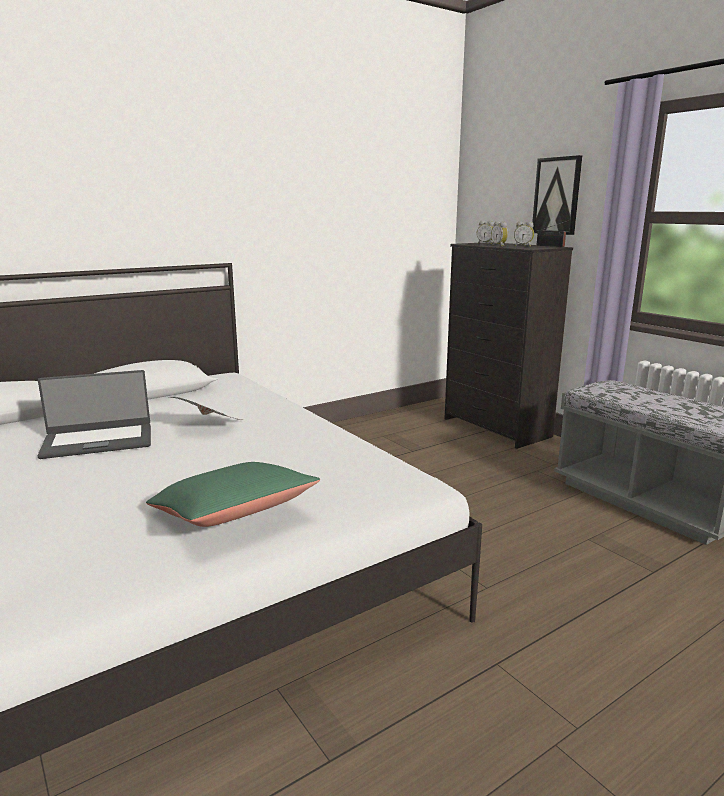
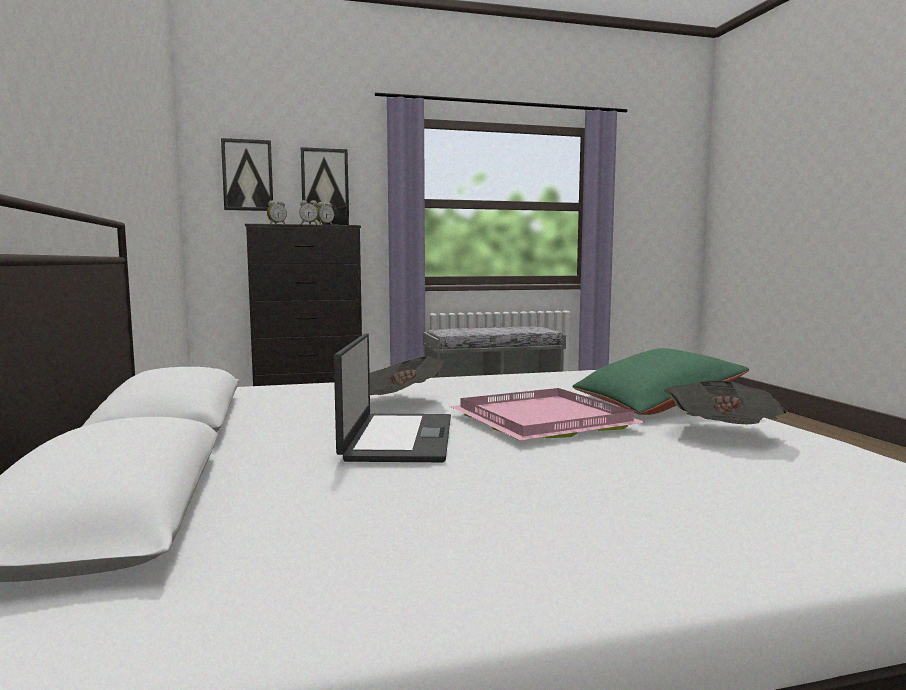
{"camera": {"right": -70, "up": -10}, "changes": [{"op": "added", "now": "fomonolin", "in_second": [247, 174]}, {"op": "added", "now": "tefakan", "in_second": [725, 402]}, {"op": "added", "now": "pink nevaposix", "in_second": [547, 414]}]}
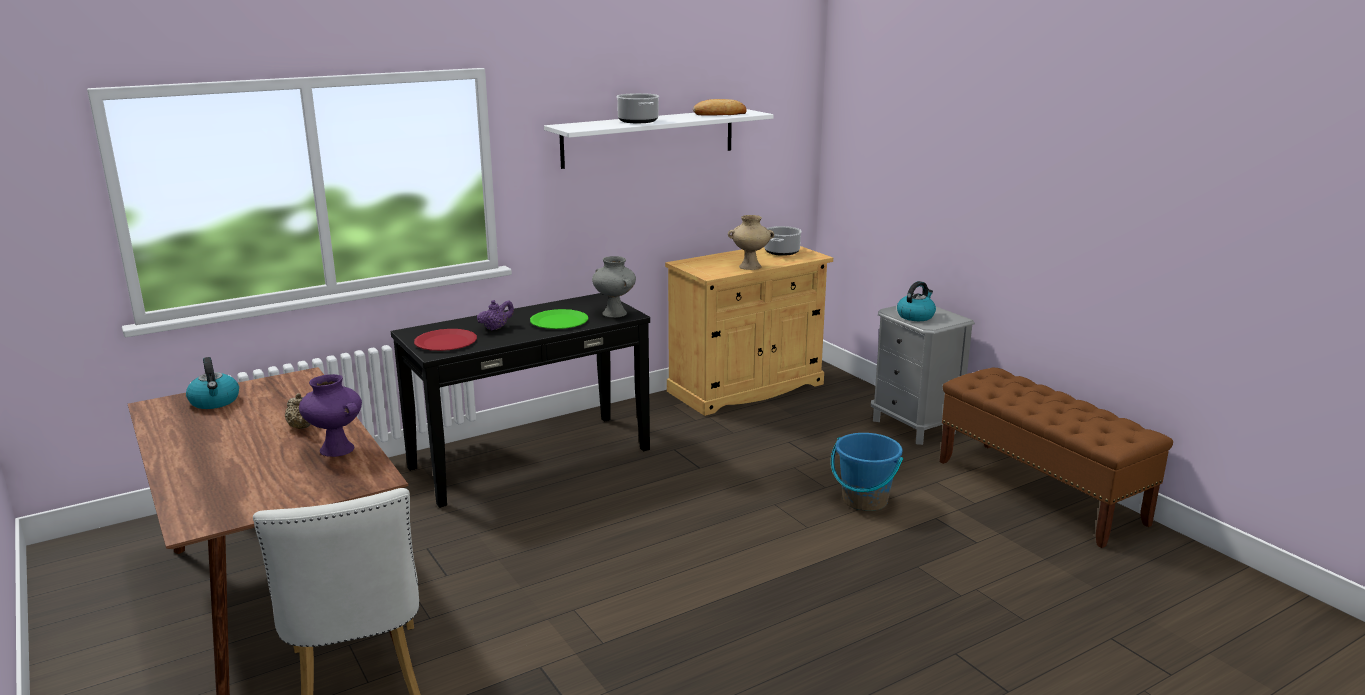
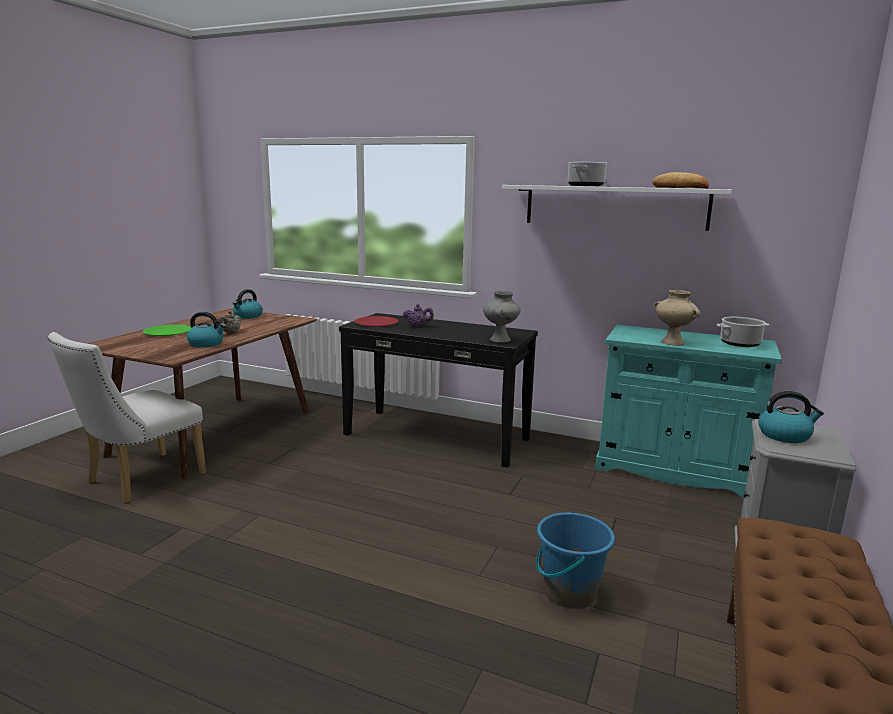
{"camera": {"right": 55, "up": -5}, "changes": [{"op": "recoloured", "was": "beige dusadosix", "now": "turquoise dusadosix", "in_first": [749, 331], "in_second": [688, 411]}, {"op": "moved", "was": "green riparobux", "in_first": [559, 319], "in_second": [167, 330]}, {"op": "replaced", "was": "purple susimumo", "now": "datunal", "in_first": [330, 415], "in_second": [206, 329]}]}
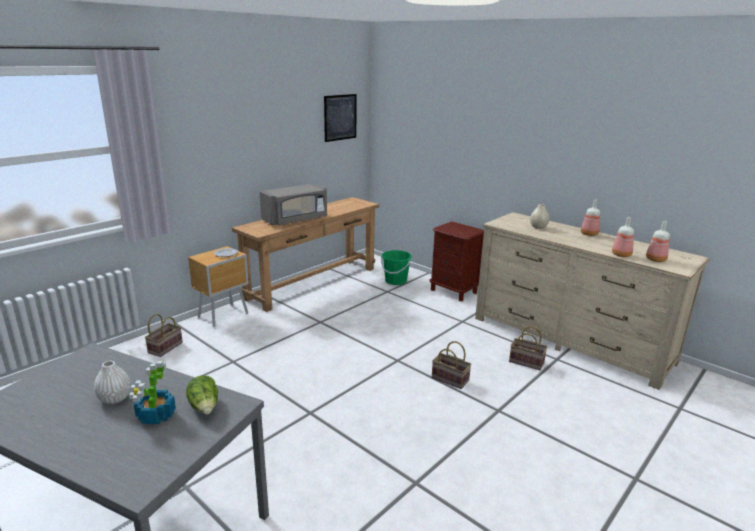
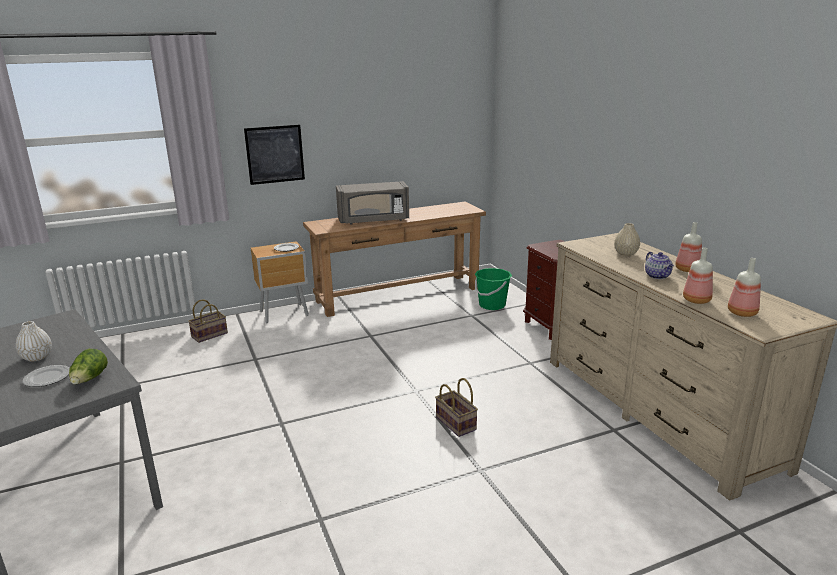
{"camera": {"right": 25, "up": 0}, "changes": [{"op": "moved", "was": "fomonolin", "in_first": [340, 118], "in_second": [274, 155]}, {"op": "removed", "was": "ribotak", "in_first": [528, 348]}, {"op": "replaced", "was": "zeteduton", "now": "riparobux", "in_first": [152, 392], "in_second": [46, 376]}, {"op": "added", "now": "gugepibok", "in_second": [659, 265]}]}
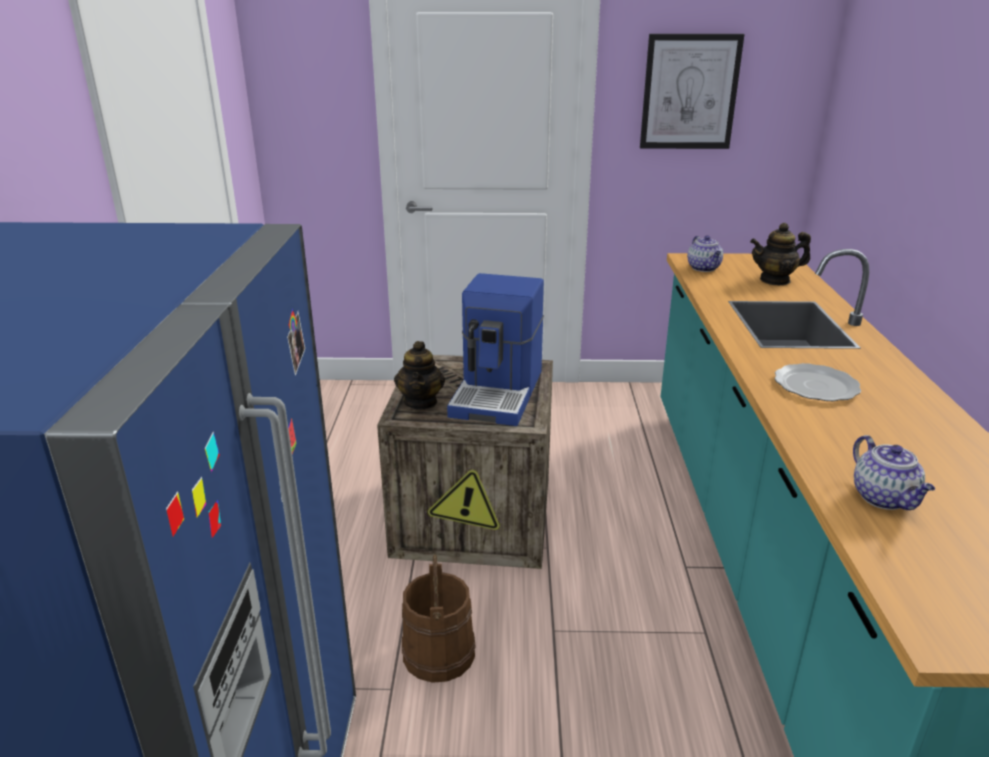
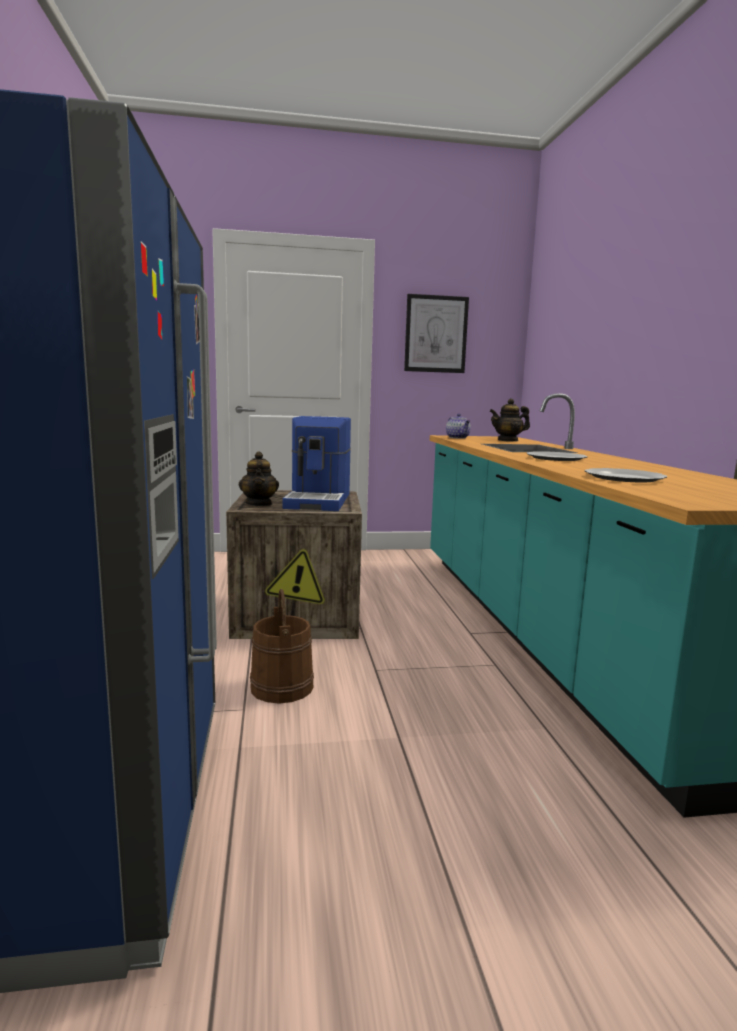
{"camera": {"right": -10, "up": -15}, "changes": [{"op": "replaced", "was": "gugepibok", "now": "riparobux", "in_first": [894, 472], "in_second": [626, 475]}]}
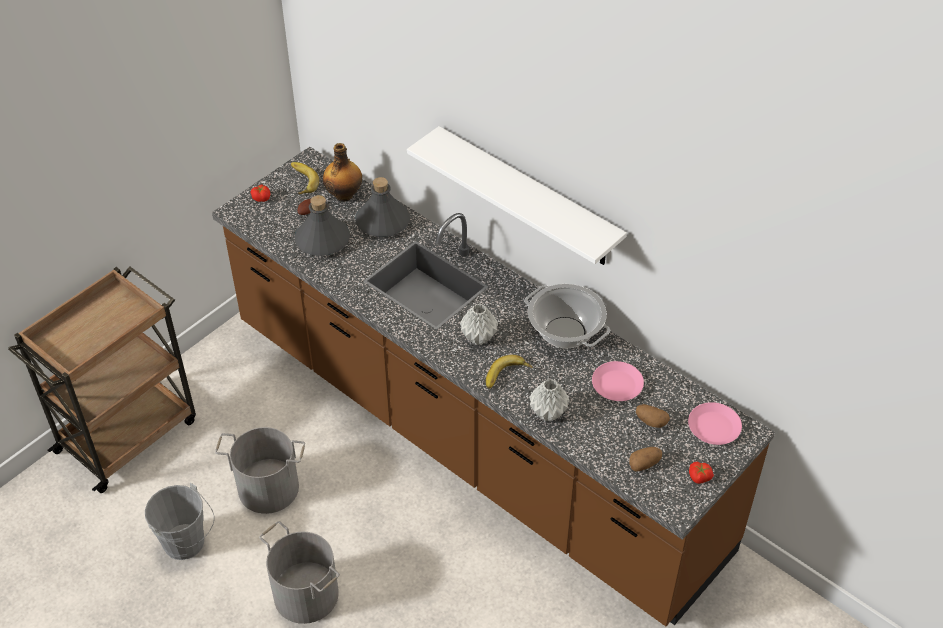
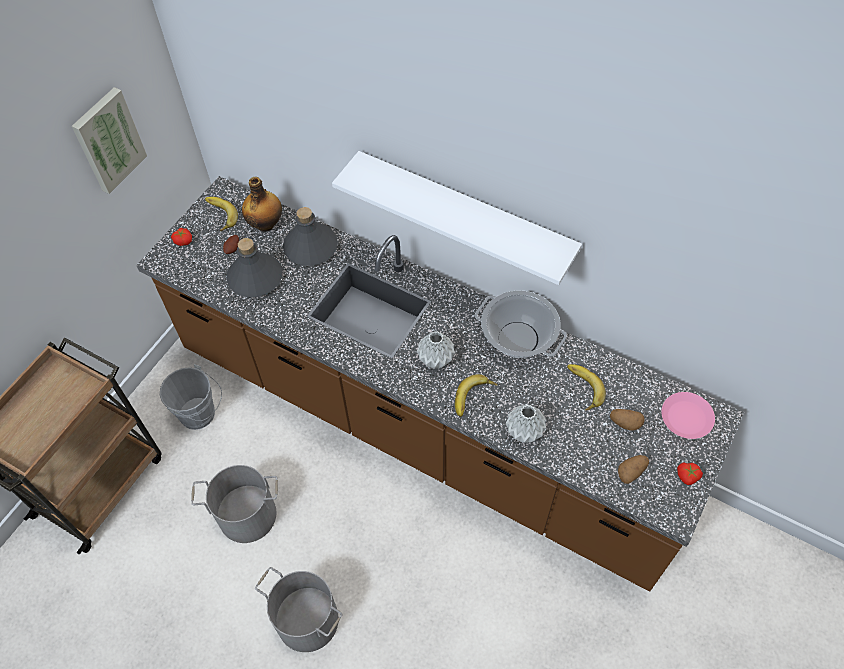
{"camera": {"right": -10, "up": 10}, "changes": [{"op": "replaced", "was": "pink riparobux", "now": "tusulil", "in_first": [618, 381], "in_second": [586, 387]}, {"op": "moved", "was": "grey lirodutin", "in_first": [180, 521], "in_second": [191, 397]}, {"op": "added", "now": "fomonolin", "in_second": [109, 140]}]}
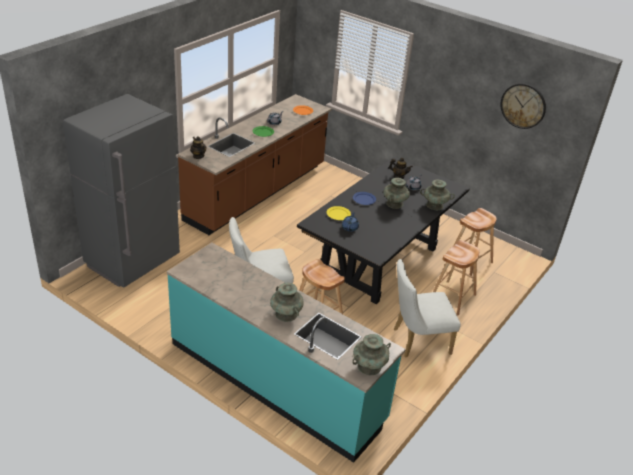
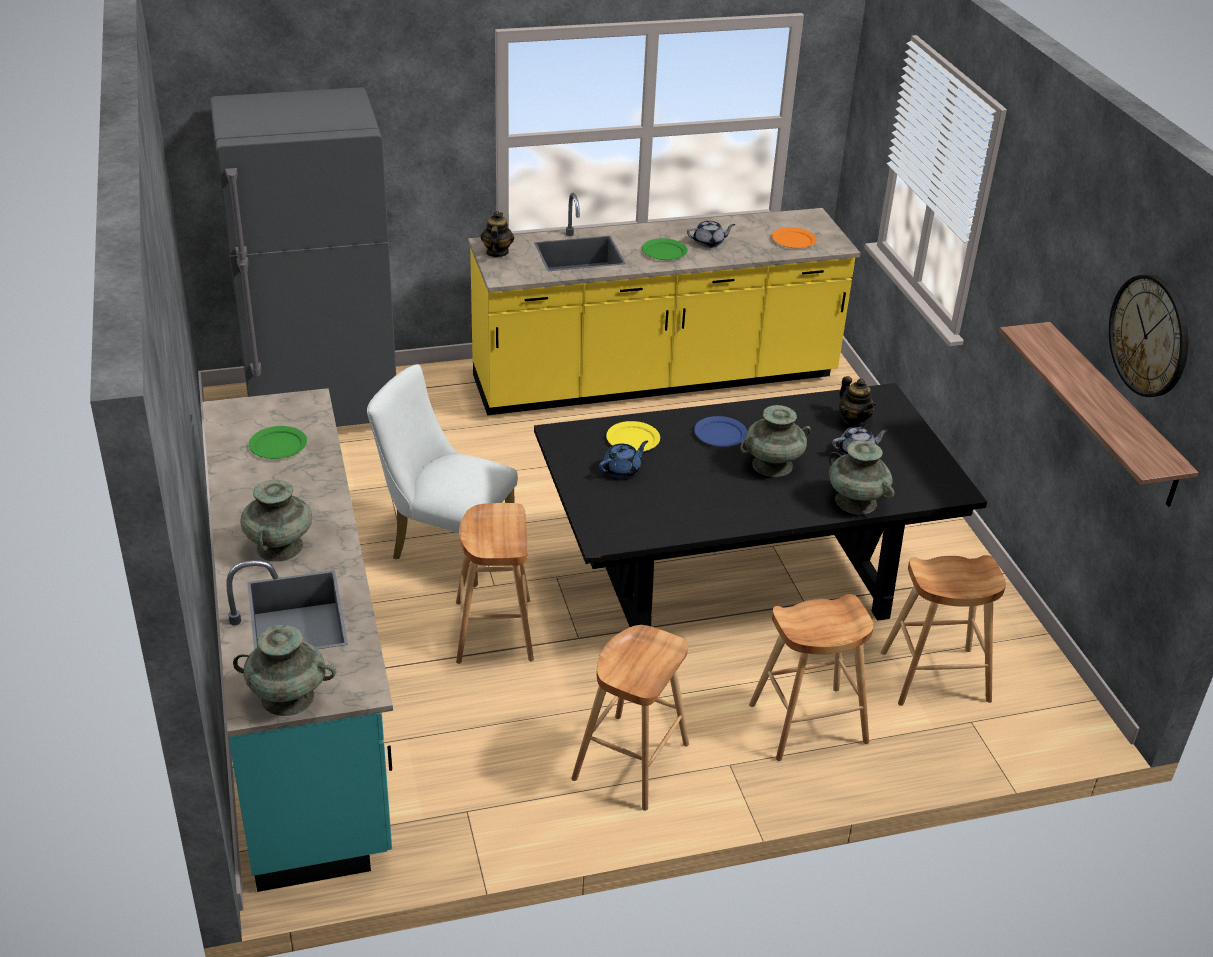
{"camera": {"right": 40, "up": 0}, "changes": [{"op": "recoloured", "was": "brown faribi", "now": "yellow faribi", "in_first": [254, 164], "in_second": [664, 304]}, {"op": "replaced", "was": "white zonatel", "now": "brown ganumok", "in_first": [427, 308], "in_second": [630, 718]}, {"op": "added", "now": "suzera", "in_second": [1098, 414]}, {"op": "added", "now": "green riparobux", "in_second": [278, 442]}]}
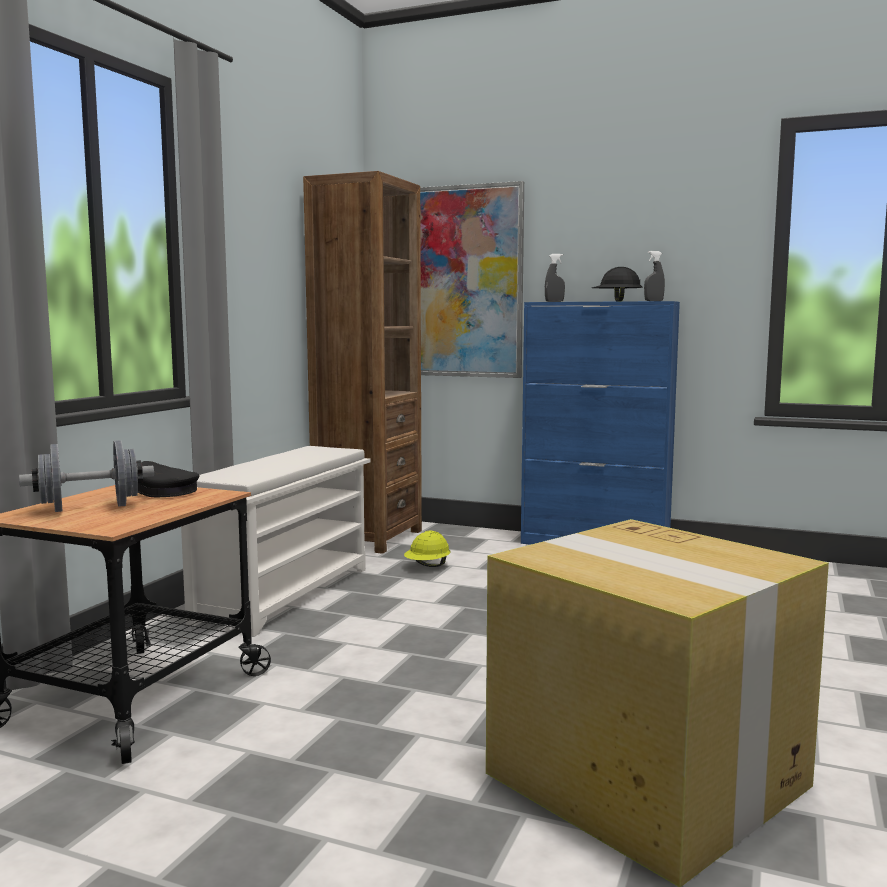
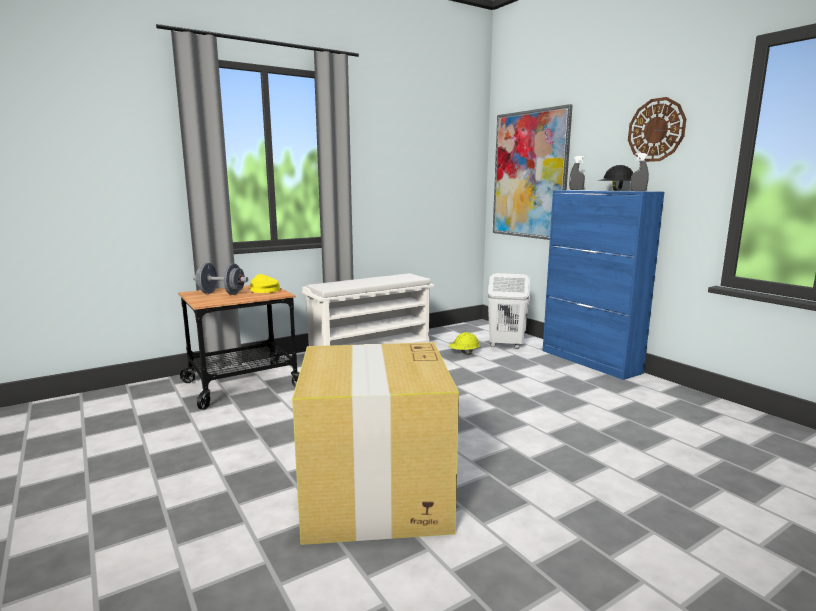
{"camera": {"right": 35, "up": 5}, "changes": [{"op": "removed", "was": "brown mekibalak", "in_first": [362, 362]}, {"op": "recoloured", "was": "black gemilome", "now": "yellow gemilome", "in_first": [169, 479], "in_second": [264, 283]}, {"op": "added", "now": "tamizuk", "in_second": [657, 129]}, {"op": "added", "now": "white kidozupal", "in_second": [508, 311]}]}
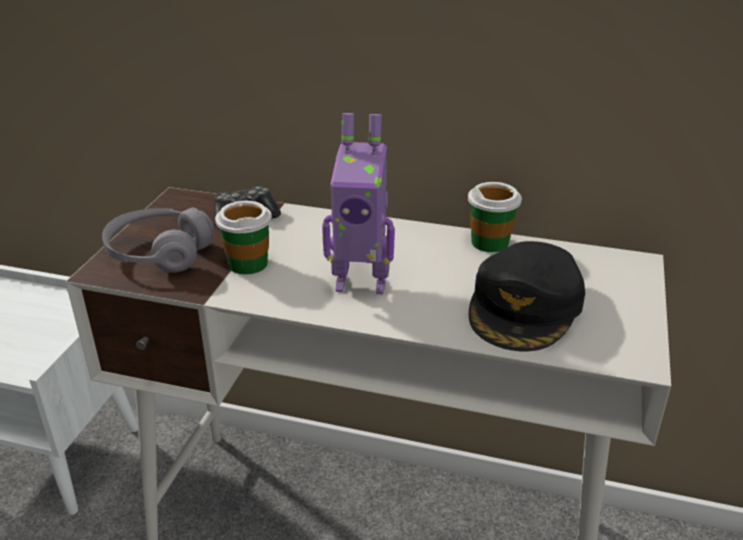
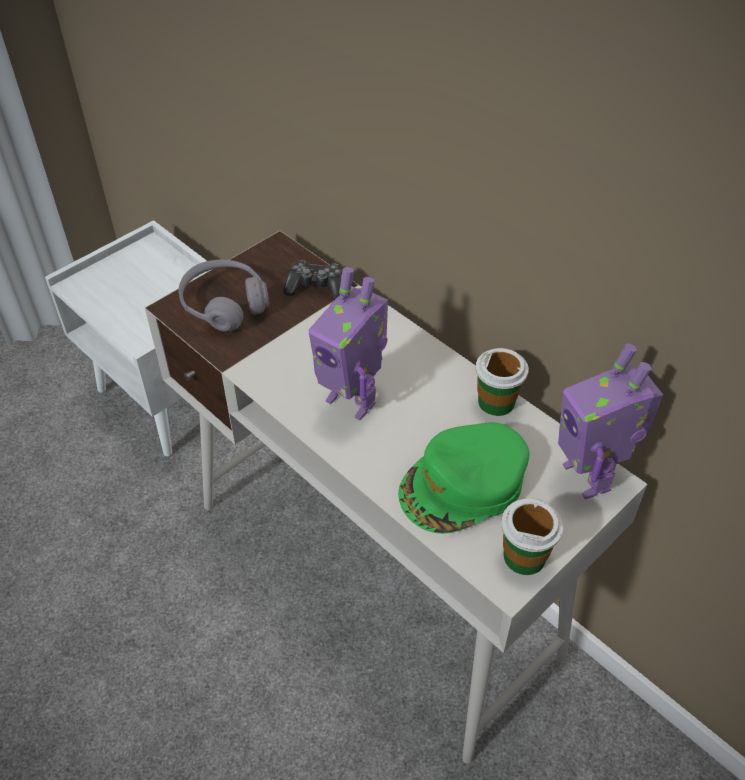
{"camera": {"right": 30, "up": 15}, "changes": [{"op": "moved", "was": "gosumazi", "in_first": [243, 238], "in_second": [532, 537]}, {"op": "recoloured", "was": "black gemilome", "now": "green gemilome", "in_first": [527, 296], "in_second": [463, 478]}, {"op": "added", "now": "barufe", "in_second": [610, 421]}]}
